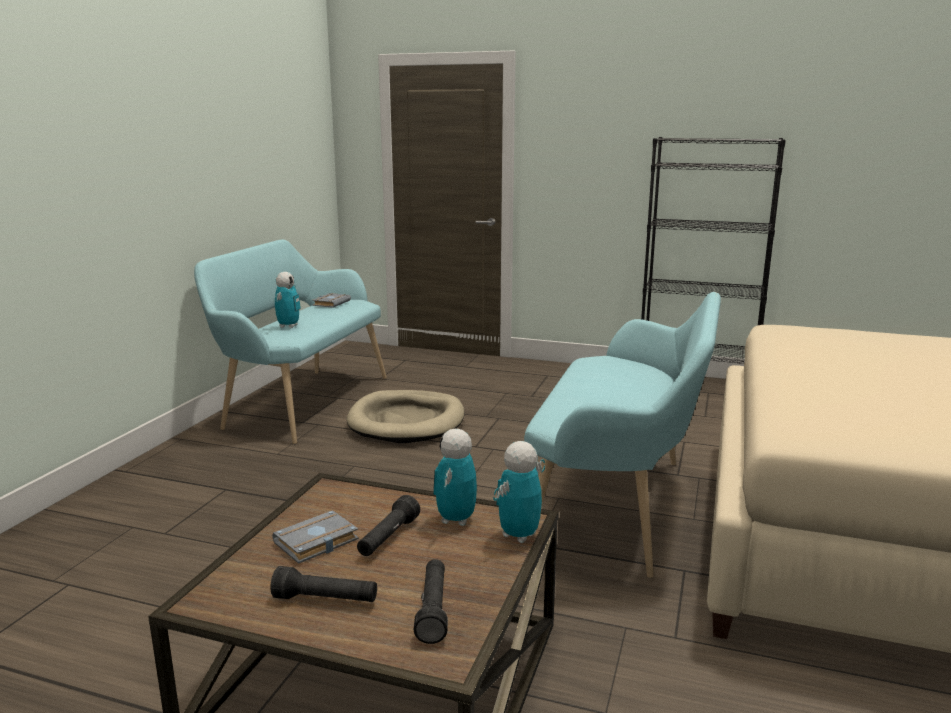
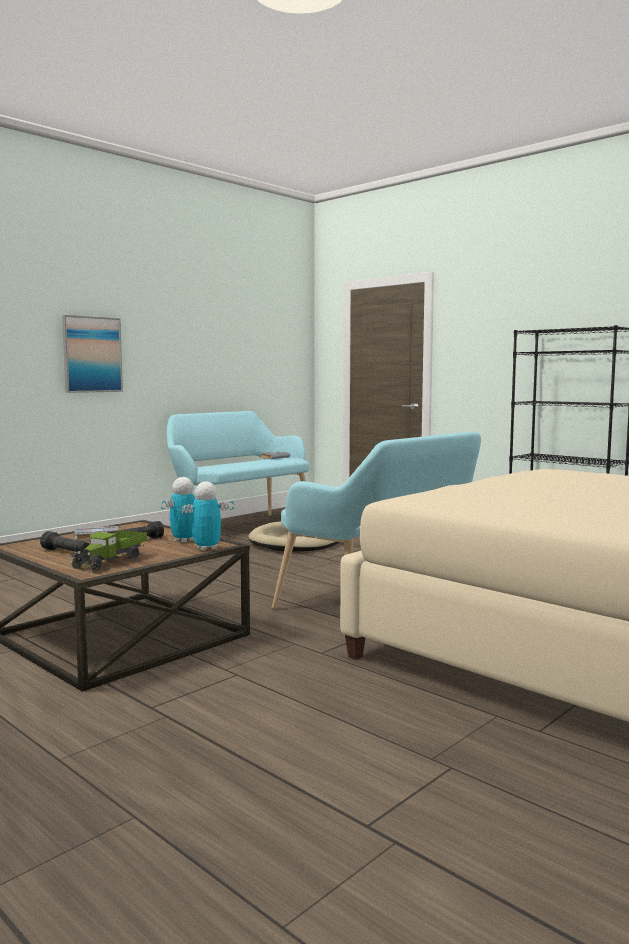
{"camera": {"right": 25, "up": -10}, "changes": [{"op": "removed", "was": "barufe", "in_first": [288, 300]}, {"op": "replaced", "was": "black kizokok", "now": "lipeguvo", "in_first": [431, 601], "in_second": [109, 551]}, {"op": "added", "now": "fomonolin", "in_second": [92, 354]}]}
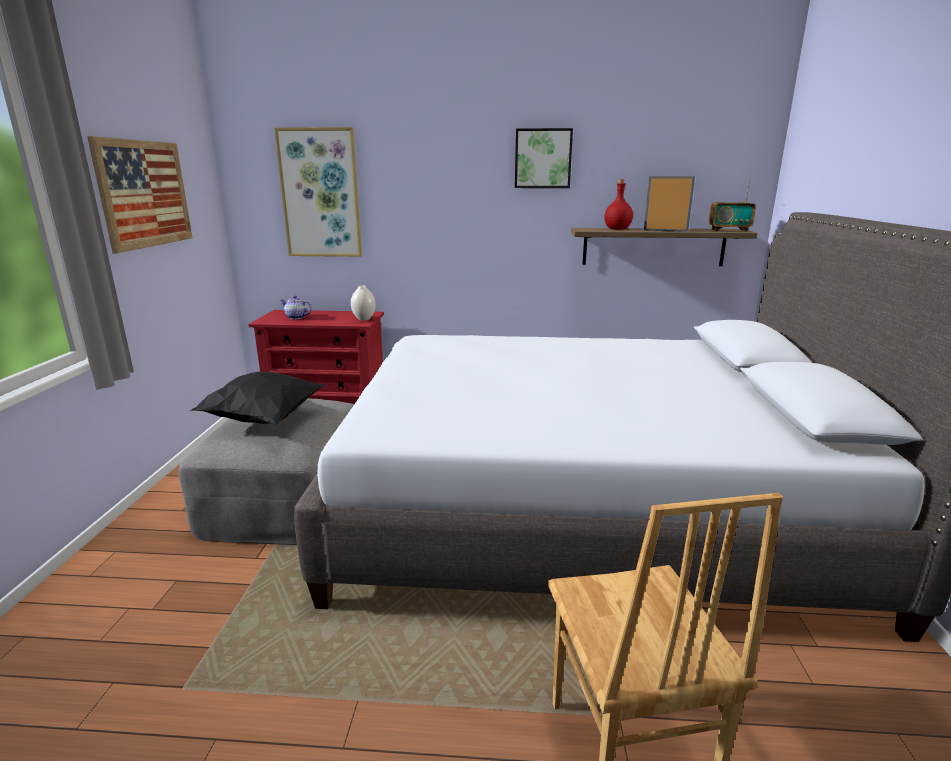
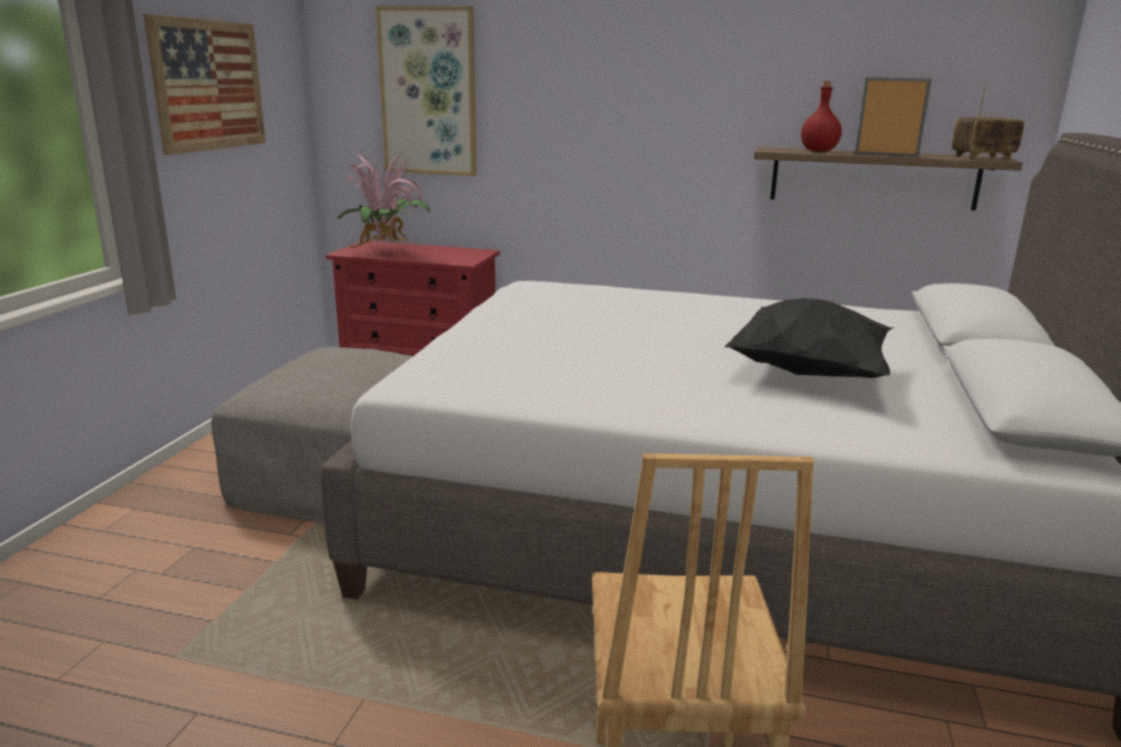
{"camera": {"right": 10, "up": 0}, "changes": [{"op": "removed", "was": "fomonolin", "in_first": [544, 158]}, {"op": "turned", "was": "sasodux", "in_first": [732, 205], "in_second": [988, 121], "clockwise": 150}, {"op": "removed", "was": "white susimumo", "in_first": [363, 303]}, {"op": "replaced", "was": "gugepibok", "now": "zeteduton", "in_first": [296, 307], "in_second": [383, 201]}, {"op": "moved", "was": "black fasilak", "in_first": [259, 398], "in_second": [808, 338]}]}
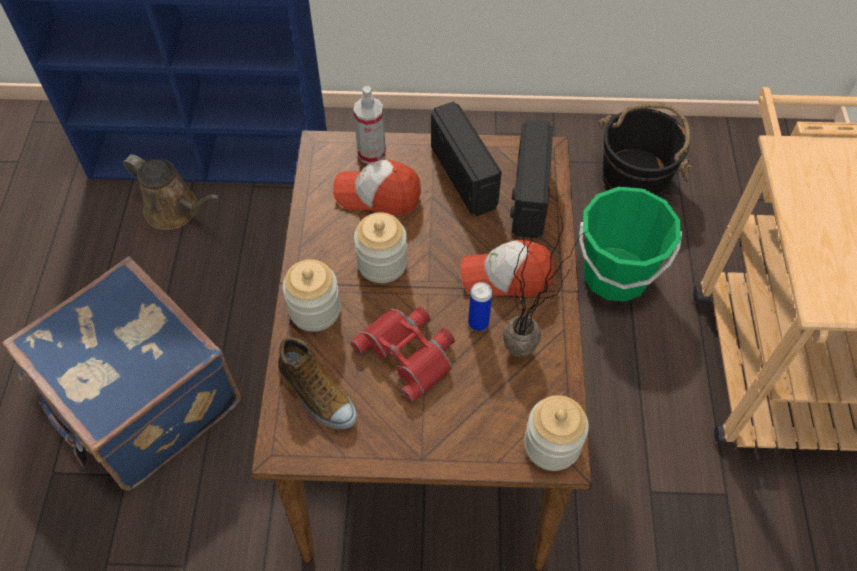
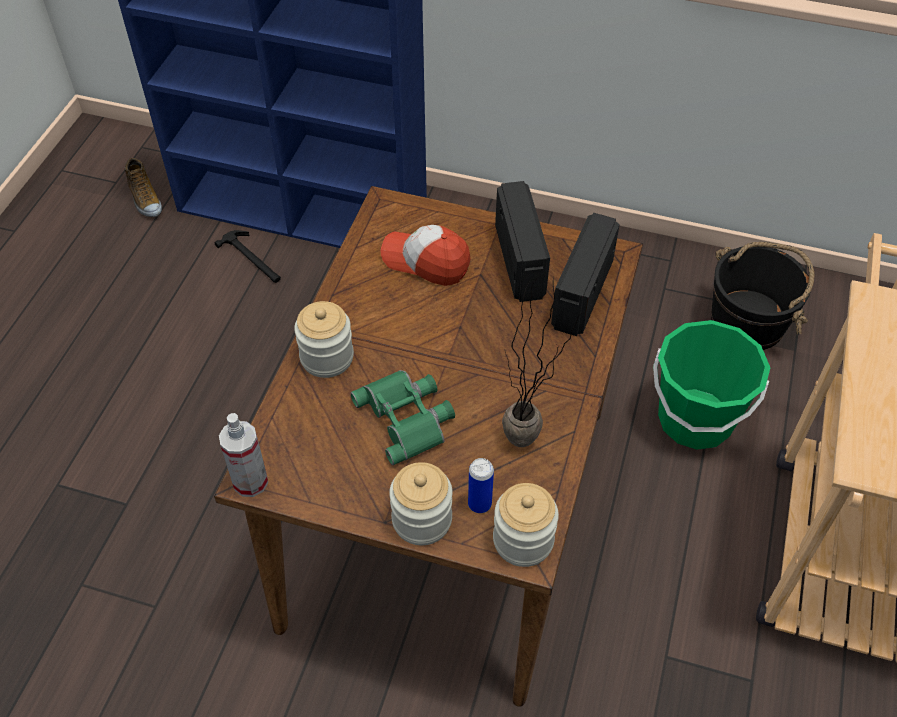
{"camera": {"right": 15, "up": -5}, "changes": [{"op": "moved", "was": "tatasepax", "in_first": [370, 125], "in_second": [243, 455]}, {"op": "replaced", "was": "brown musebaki", "now": "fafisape", "in_first": [171, 192], "in_second": [247, 256]}, {"op": "moved", "was": "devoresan", "in_first": [380, 247], "in_second": [420, 503]}, {"op": "removed", "was": "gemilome", "in_first": [507, 268]}, {"op": "removed", "was": "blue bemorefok", "in_first": [122, 373]}, {"op": "moved", "was": "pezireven", "in_first": [480, 306], "in_second": [481, 485]}, {"op": "recoloured", "was": "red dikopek", "now": "green dikopek", "in_first": [403, 354], "in_second": [403, 417]}, {"op": "moved", "was": "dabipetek", "in_first": [317, 383], "in_second": [143, 187]}]}
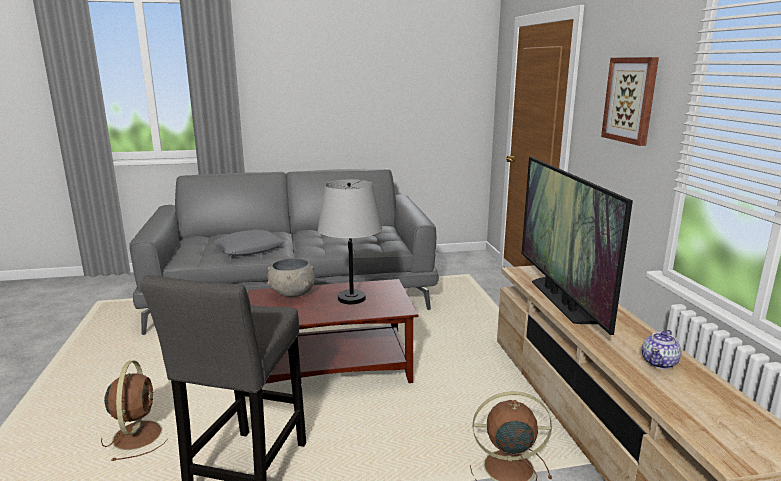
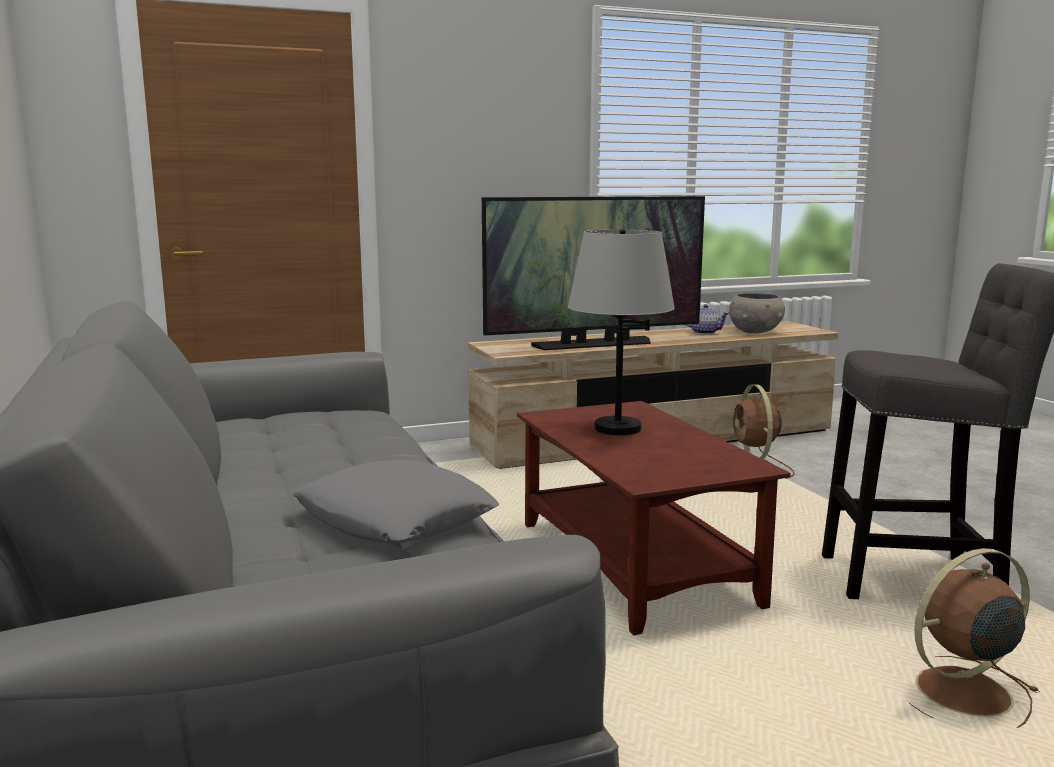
{"camera": {"right": -100, "up": -5}, "changes": [{"op": "removed", "was": "fomonolin", "in_first": [630, 101]}, {"op": "moved", "was": "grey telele", "in_first": [291, 277], "in_second": [757, 313]}]}
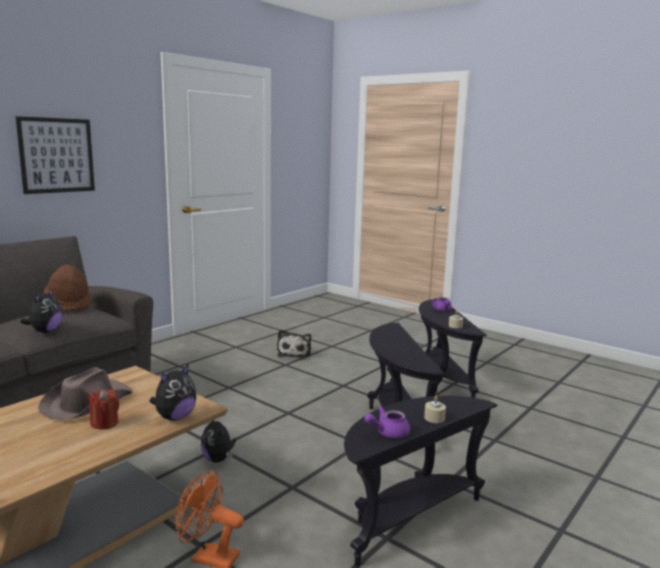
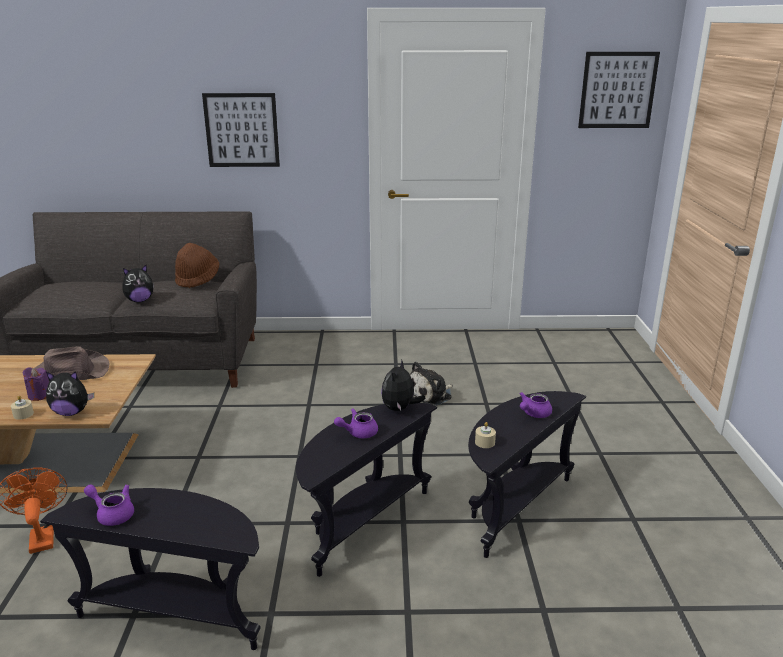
{"camera": {"right": 50, "up": 10}, "changes": [{"op": "recoloured", "was": "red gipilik", "now": "purple gipilik", "in_first": [104, 409], "in_second": [35, 384]}, {"op": "moved", "was": "beige gipilik", "in_first": [435, 409], "in_second": [22, 407]}, {"op": "moved", "was": "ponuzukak", "in_first": [218, 441], "in_second": [403, 385]}, {"op": "added", "now": "fomonolin", "in_second": [619, 90]}, {"op": "added", "now": "purple gugepibok", "in_second": [356, 423]}]}
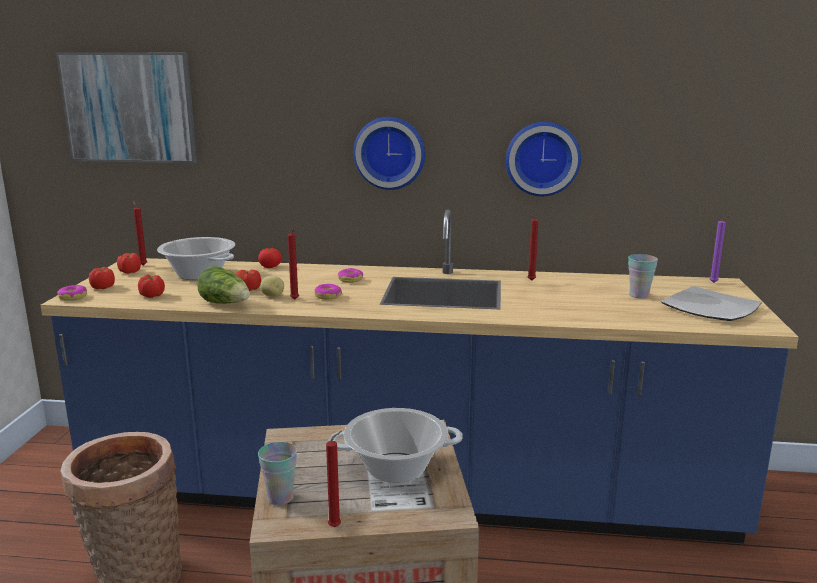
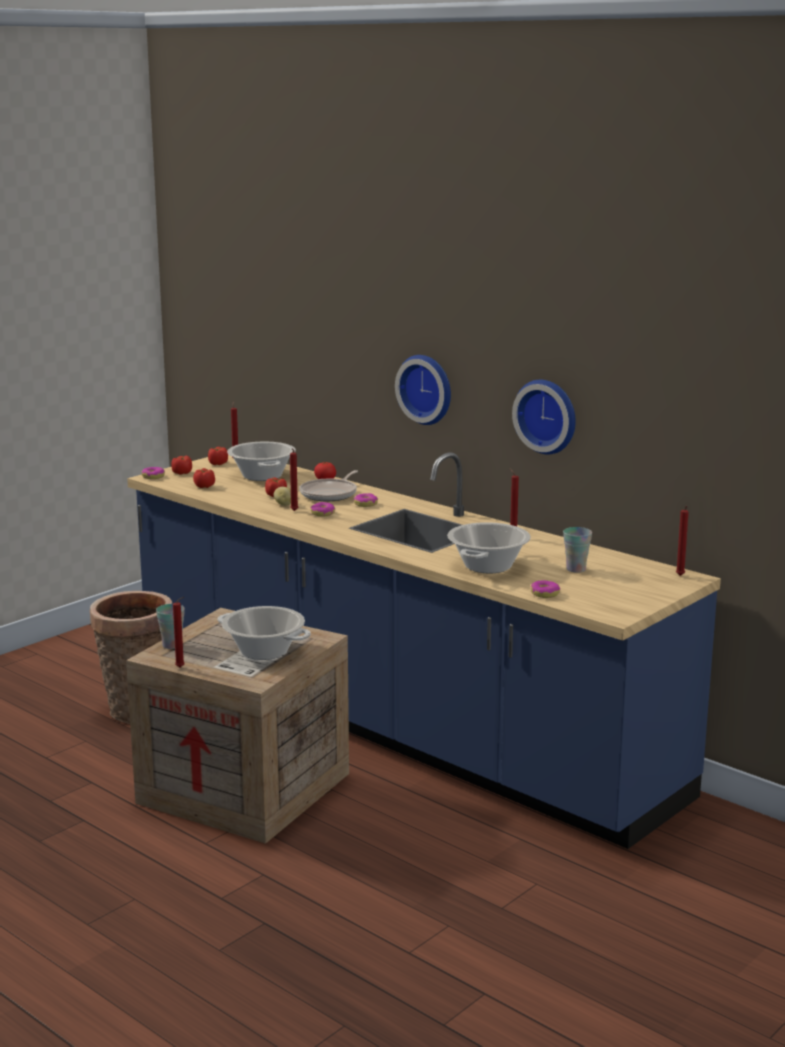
{"camera": {"right": 35, "up": 0}, "changes": [{"op": "removed", "was": "fomonolin", "in_first": [126, 107]}, {"op": "recoloured", "was": "purple gipilik", "now": "red gipilik", "in_first": [720, 249], "in_second": [682, 541]}, {"op": "removed", "was": "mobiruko", "in_first": [223, 285]}, {"op": "removed", "was": "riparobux", "in_first": [711, 303]}, {"op": "added", "now": "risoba", "in_second": [328, 485]}, {"op": "added", "now": "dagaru", "in_second": [489, 547]}, {"op": "added", "now": "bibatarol", "in_second": [545, 589]}]}
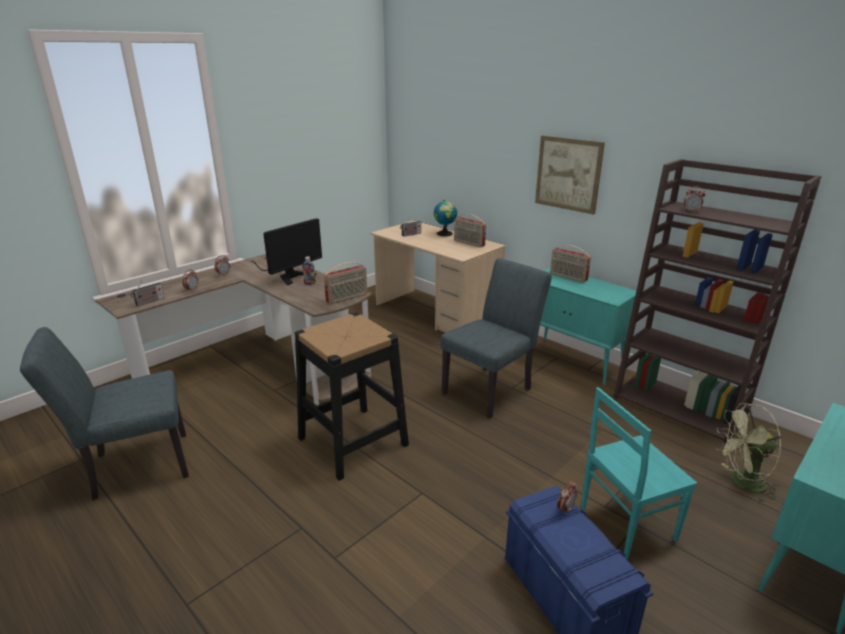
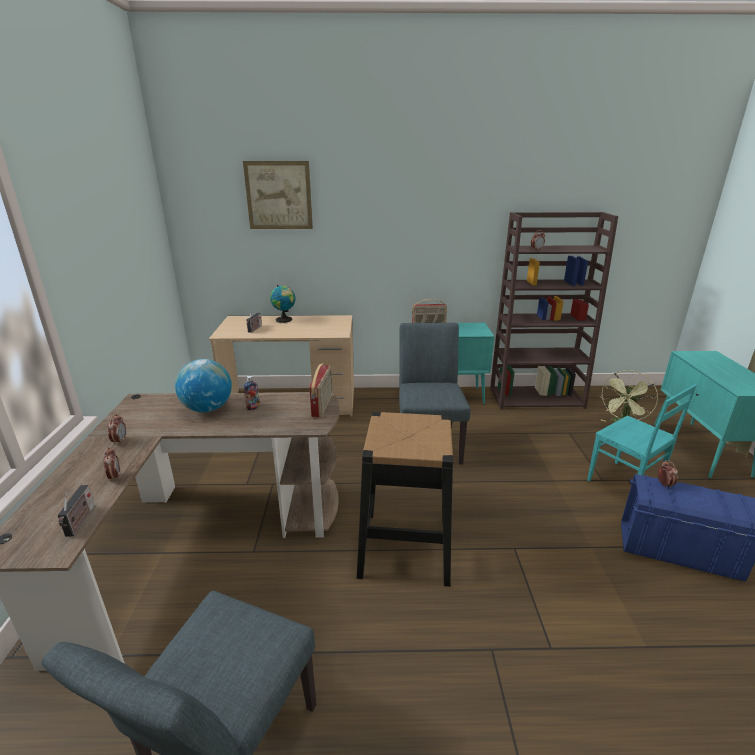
{"camera": {"right": -45, "up": 0}, "changes": [{"op": "moved", "was": "fomonolin", "in_first": [570, 175], "in_second": [278, 195]}, {"op": "removed", "was": "sasodux", "in_first": [470, 230]}, {"op": "replaced", "was": "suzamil", "now": "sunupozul", "in_first": [286, 251], "in_second": [203, 385]}, {"op": "turned", "was": "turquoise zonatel", "in_first": [639, 473], "in_second": [642, 432], "clockwise": -60}]}
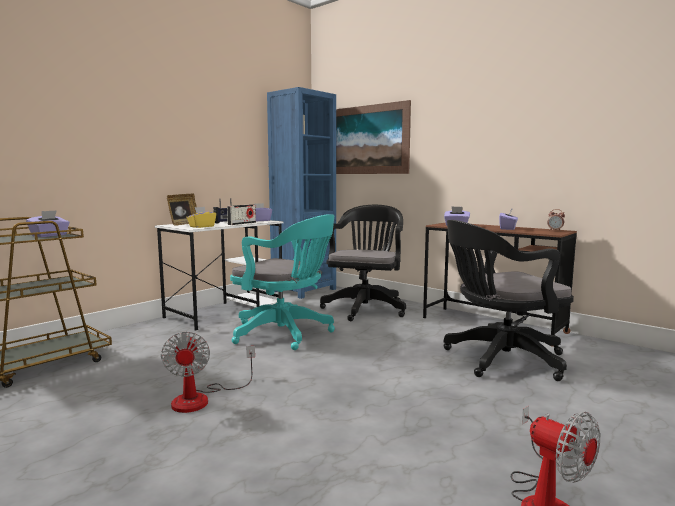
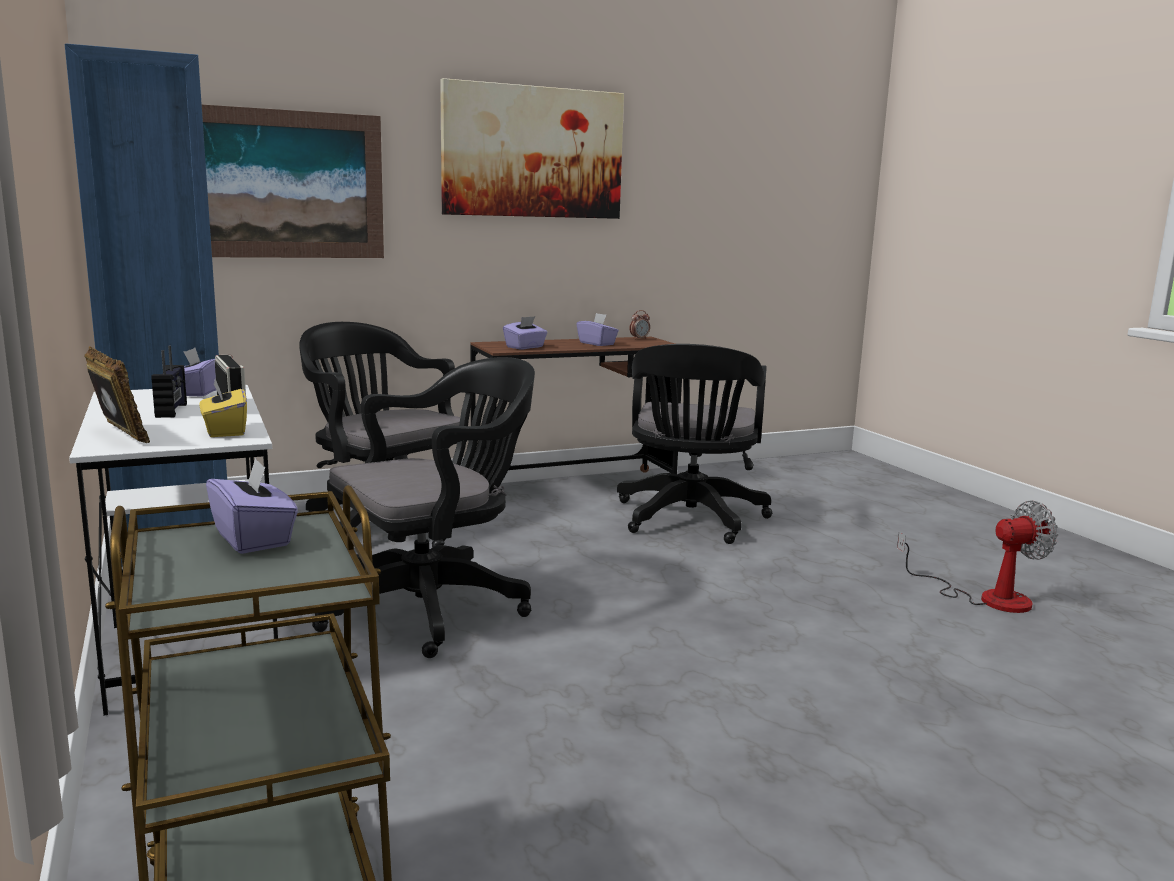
{"camera": {"right": -65, "up": 5}, "changes": [{"op": "recoloured", "was": "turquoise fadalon", "now": "black fadalon", "in_first": [282, 282], "in_second": [423, 507]}, {"op": "removed", "was": "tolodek", "in_first": [208, 372]}, {"op": "added", "now": "fomonolin", "in_second": [532, 148]}]}
